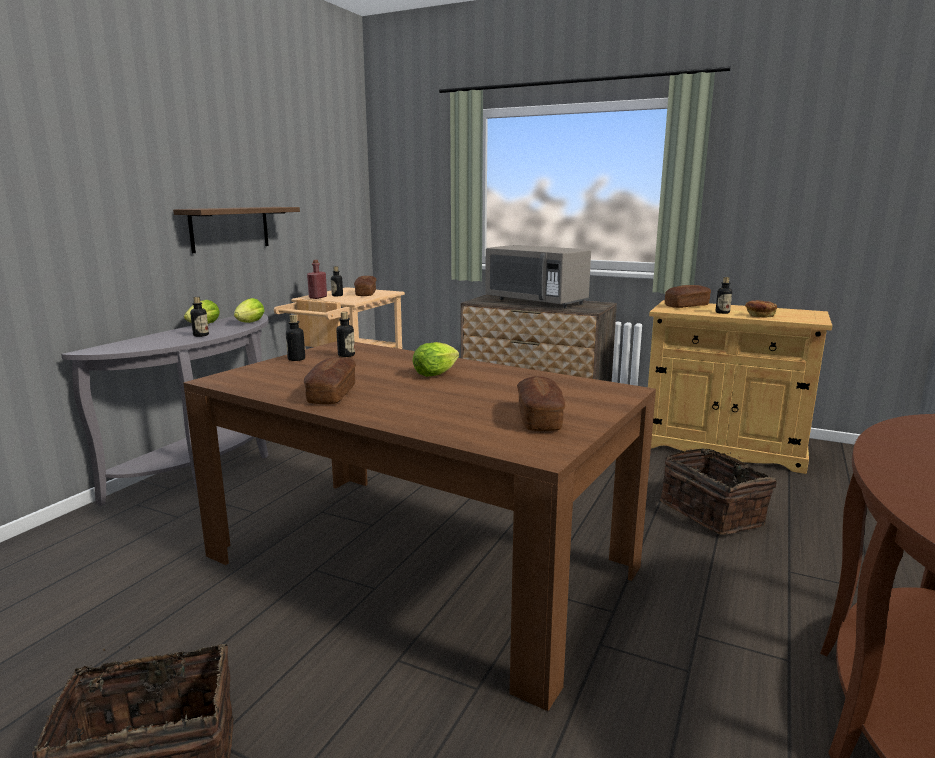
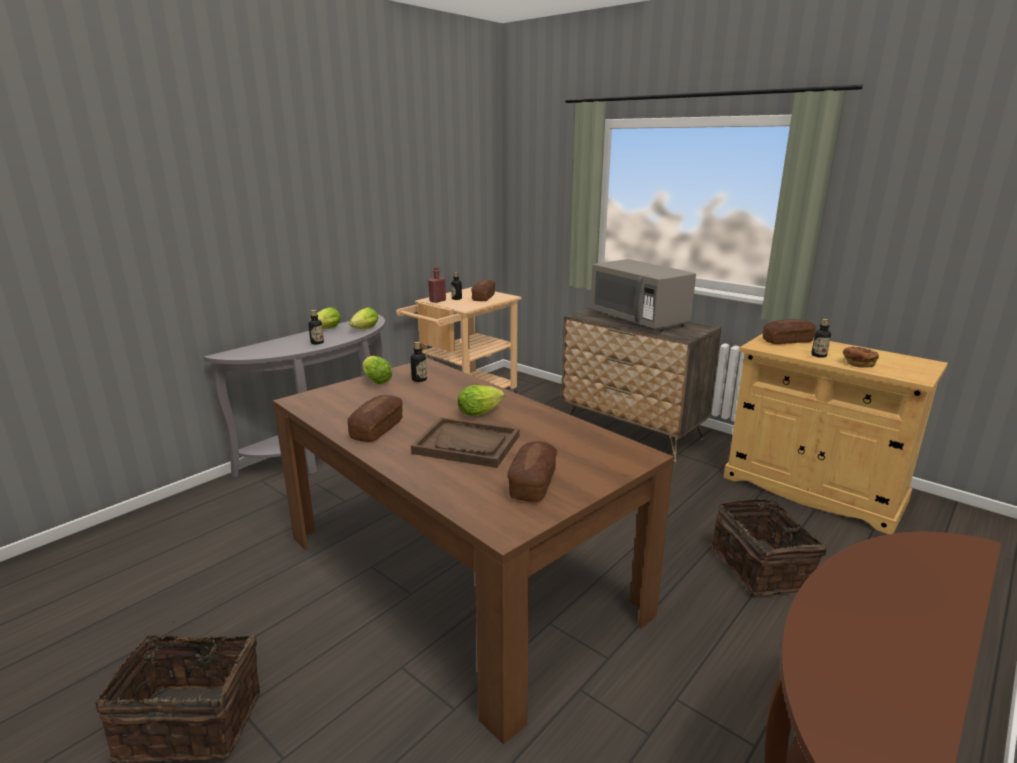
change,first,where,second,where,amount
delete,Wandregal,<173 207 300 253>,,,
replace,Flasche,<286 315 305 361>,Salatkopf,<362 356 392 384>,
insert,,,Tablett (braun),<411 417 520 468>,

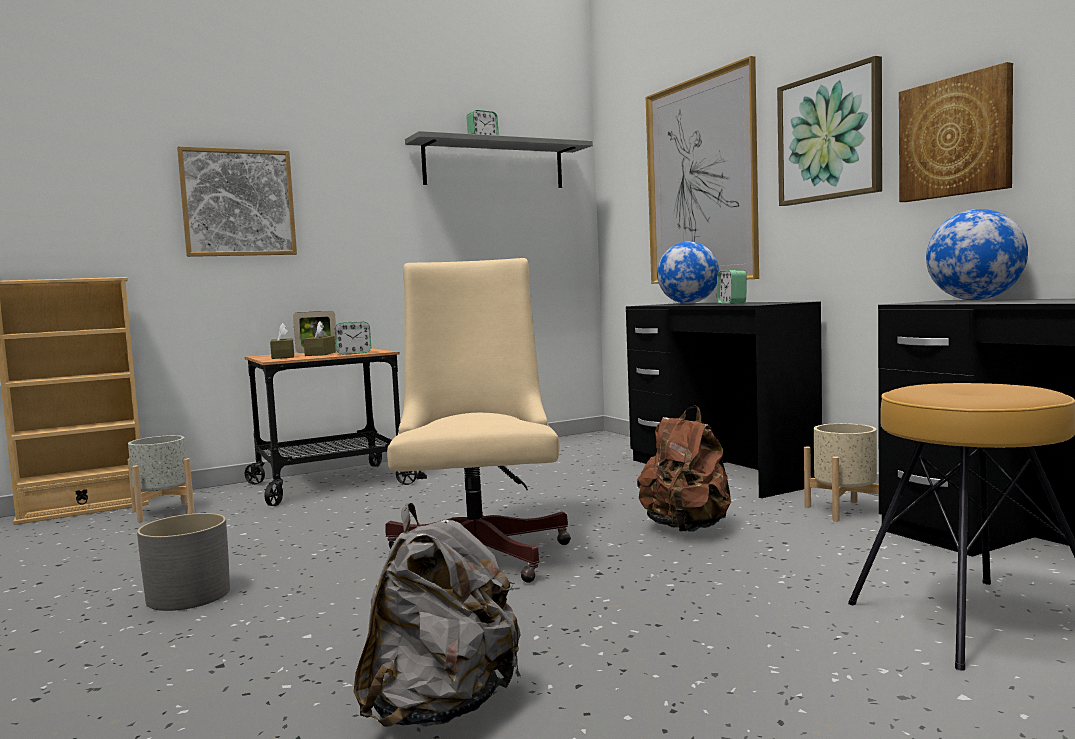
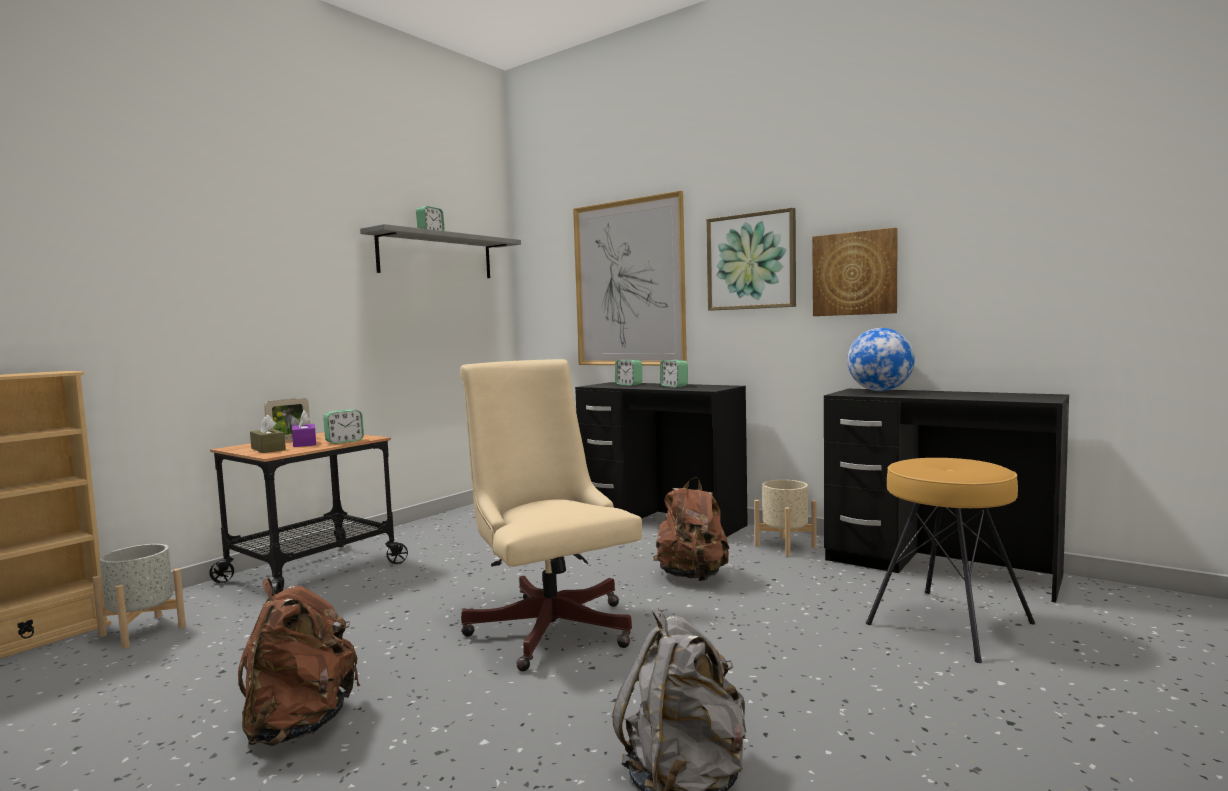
change,first,where,second,where,amount
replace,Pflanzkübel (grau),<137 513 230 611>,Rucksack (braun),<238 578 361 746>,
delete,Bild,<177 146 297 257>,,,
recolor,Taschentuchbox (braun),<304 321 336 356>,Taschentuchbox (lila),<292 411 316 447>,
replace,Globus,<657 242 719 304>,Wecker,<615 359 642 386>,

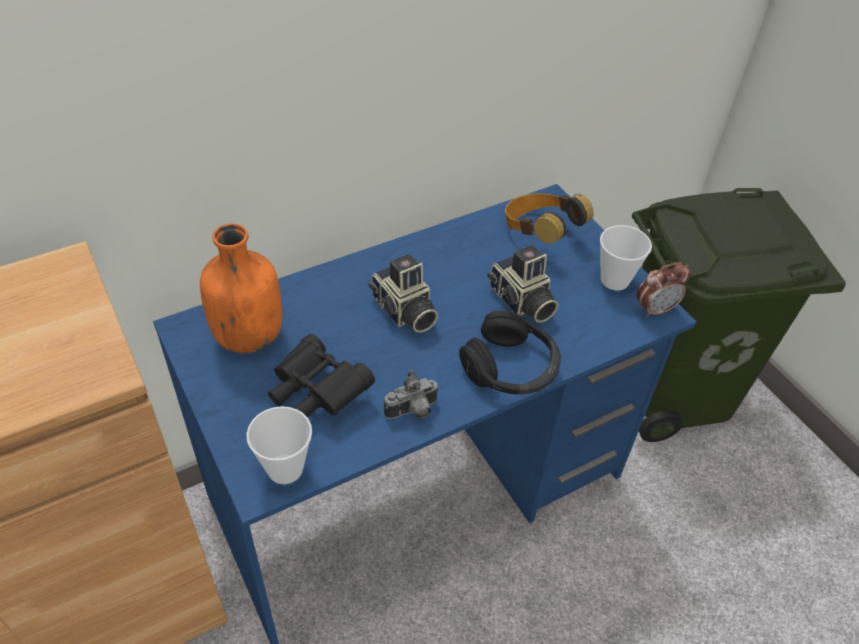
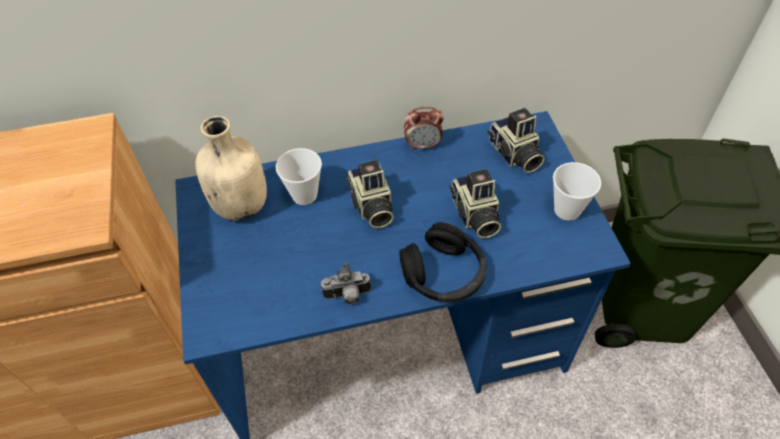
change,first,where,second,where,amount
recolor,Flasche (orange),<200 224 282 353>,Flasche (beige),<195 116 267 221>,
move,Tasse,<246 406 312 484>,,<276 148 322 205>,
delete,Fernglas (schwarz),<268 334 375 418>,,,
replace,Kopfhörer,<505 193 594 244>,Kamera,<487 108 545 173>,
move,Wecker,<637 262 690 318>,,<404 107 444 150>,

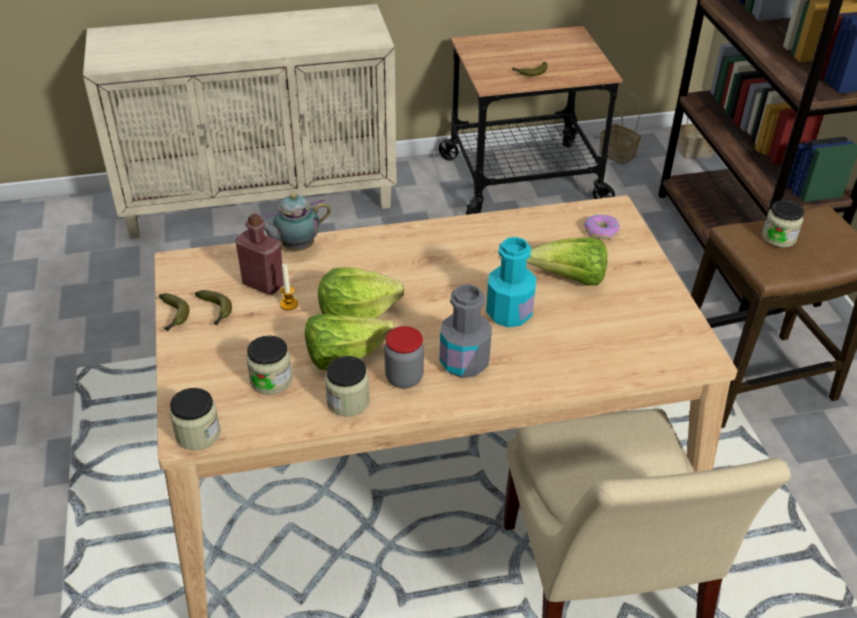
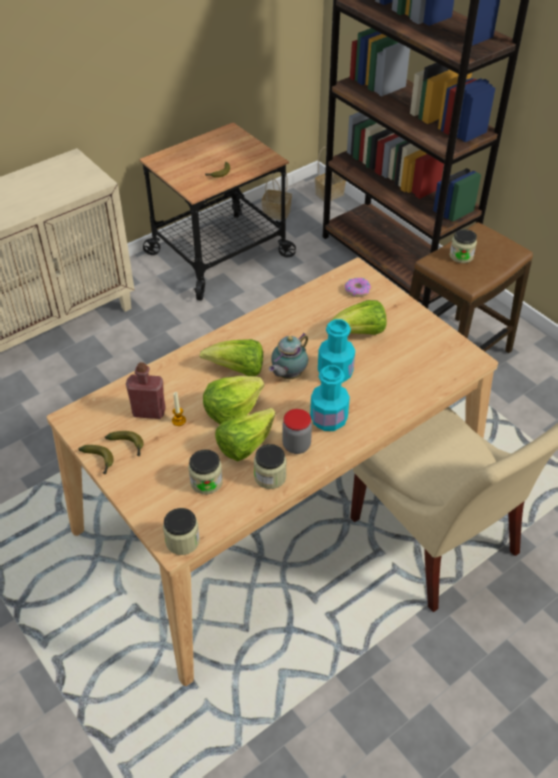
change,first,where,second,where,amount
move,Teekanne,<263 193 331 251>,,<269 333 308 379>,
recolor,Flasche (grau),<440 284 492 378>,Flasche (türkis),<310 365 350 431>,
insert,,,Salatkopf,<199 339 263 376>,

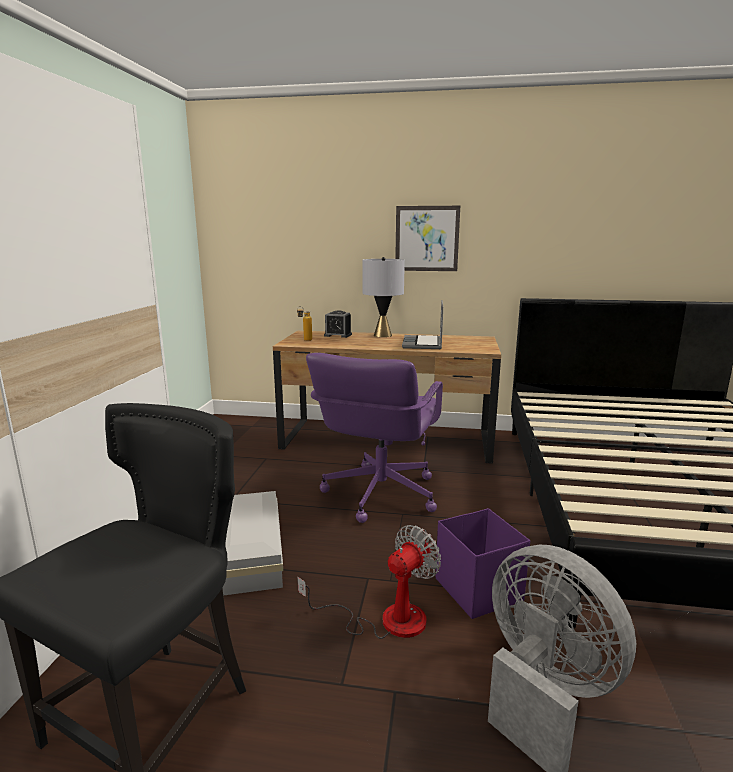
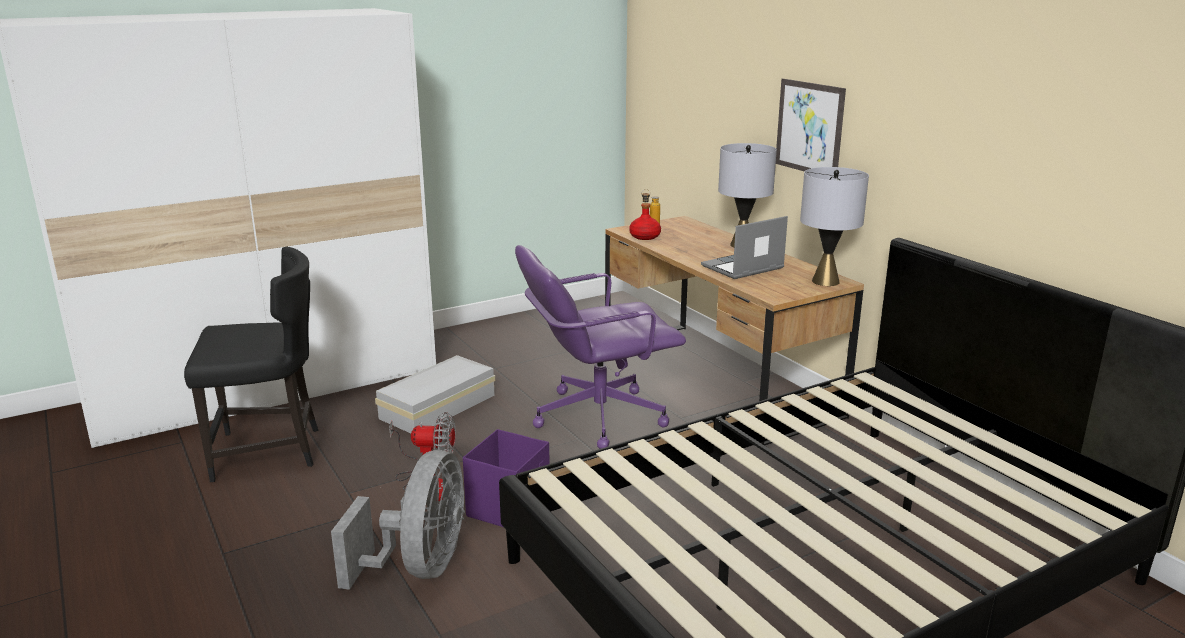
change,first,where,second,where,amount
delete,Wecker,<324 310 352 338>,,,
insert,,,Flasche (rot),<629 203 661 240>,
insert,,,Tischlampe (grau),<800 167 869 286>,

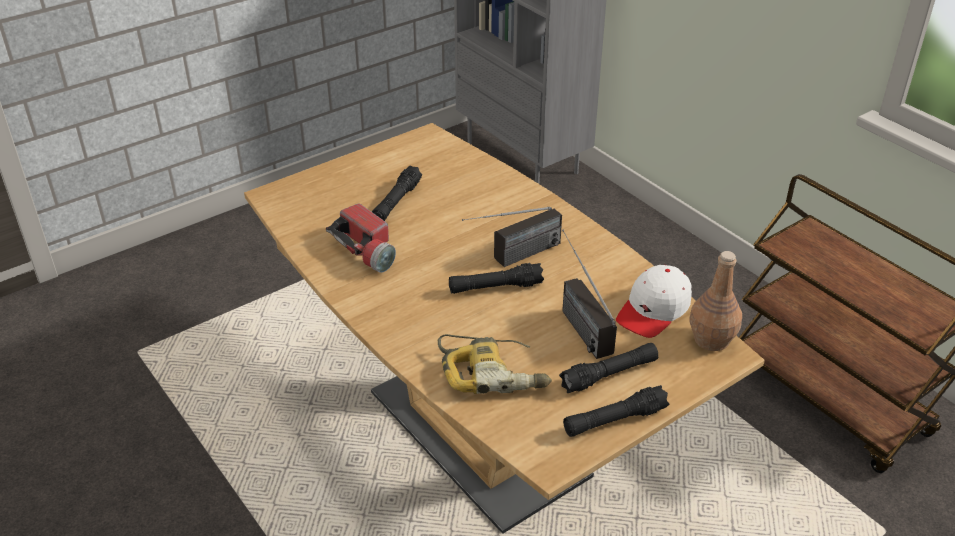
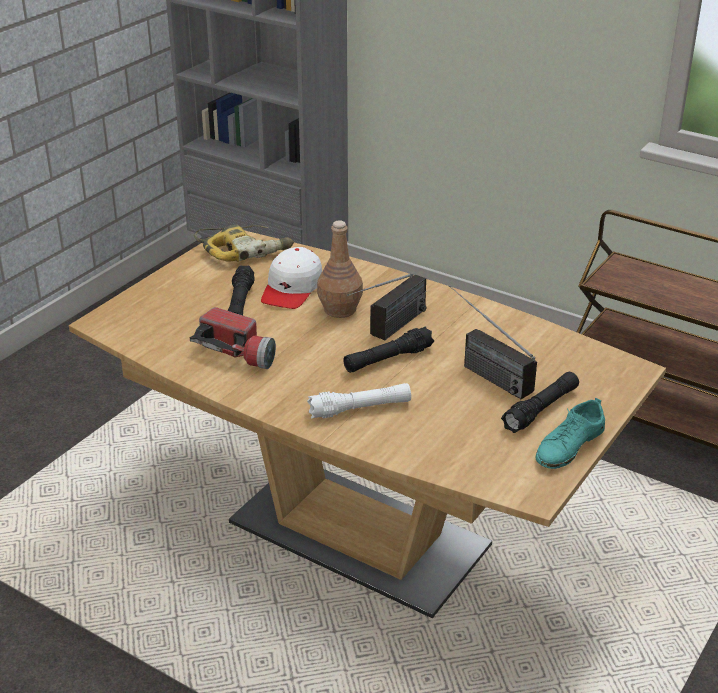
change,first,where,second,where,amount
move,Bohrmaschine,<438 334 552 394>,,<194 224 294 262>,
replace,Taschenlampe (schwarz),<563 385 669 437>,Schuh (türkis),<535 398 605 469>,
move,Kappe (weiß),<616 265 692 338>,,<261 247 322 309>,
move,Flasche (braun),<689 251 742 351>,,<317 220 363 318>,
insert,,,Taschenlampe (weiß),<307 383 411 419>,

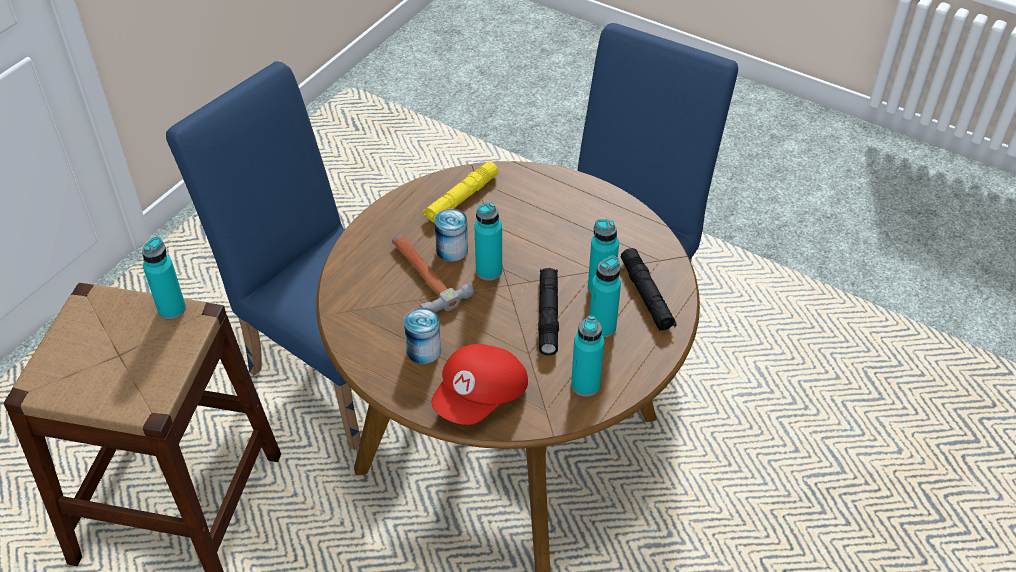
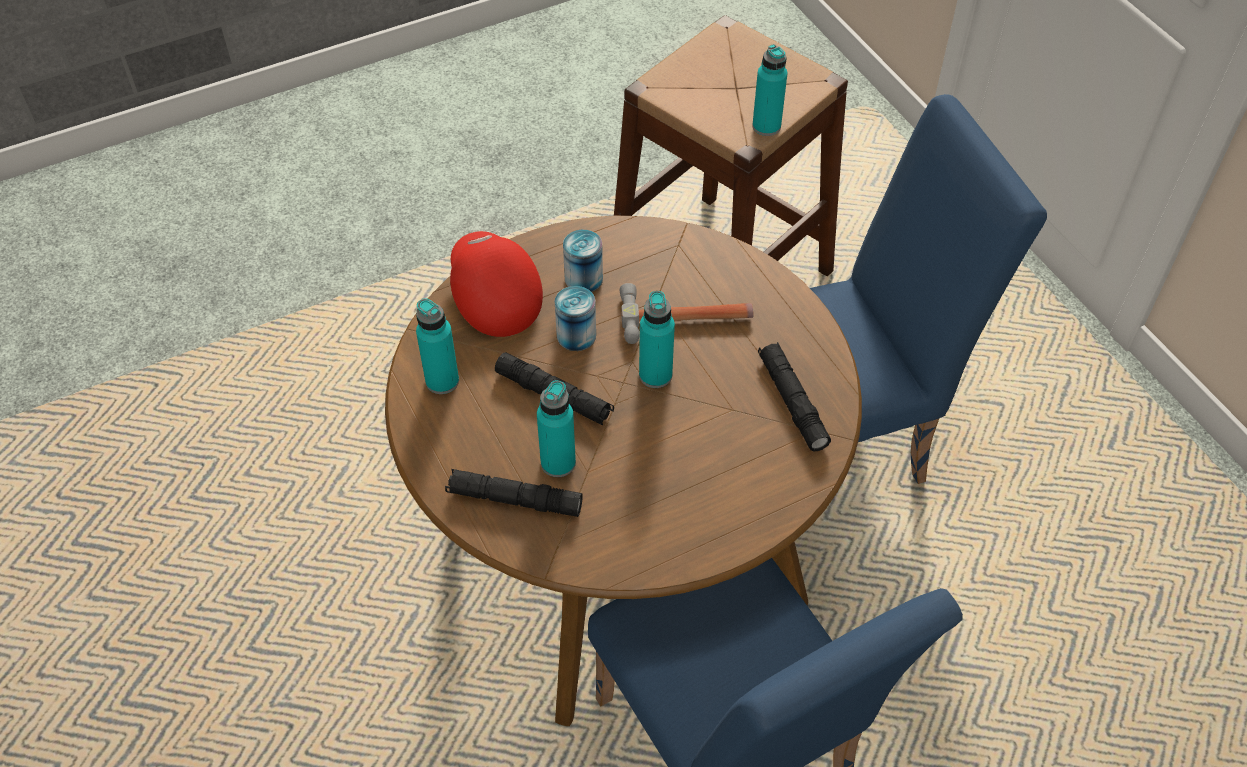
change,first,where,second,where,amount
recolor,Taschenlampe (gelb),<422 161 498 222>,Taschenlampe (schwarz),<758 342 831 451>,
move,Dose,<434 209 468 262>,,<555 286 596 351>,
delete,Flasche (türkis),<589 256 621 338>,,,

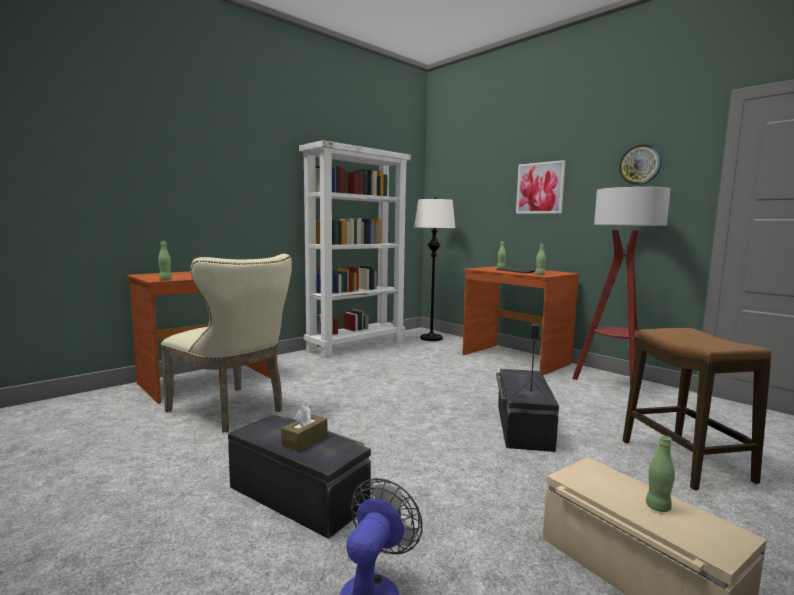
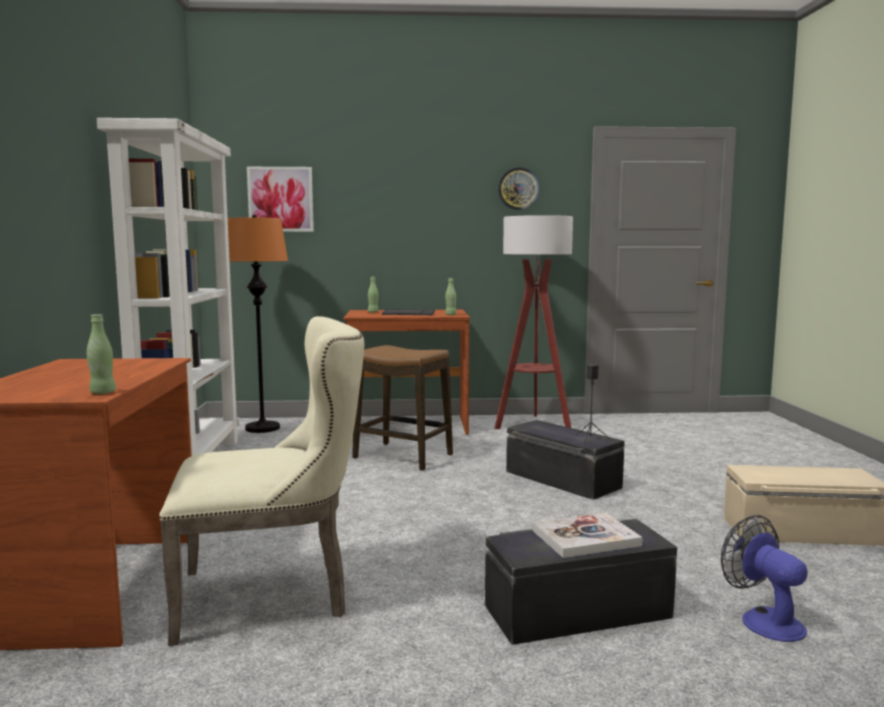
change,first,where,second,where,amount
replace,Taschentuchbox (braun),<281 405 327 452>,Buch,<533 513 643 558>,
recolor,Stehlampe (weiß),<414 197 455 341>,Stehlampe (orange),<228 215 288 433>,
move,Bild,<516 160 566 214>,,<247 167 314 232>,
move,Hocker,<623 328 771 490>,,<352 345 453 471>,
delete,Flasche (grün),<646 435 675 512>,,,

